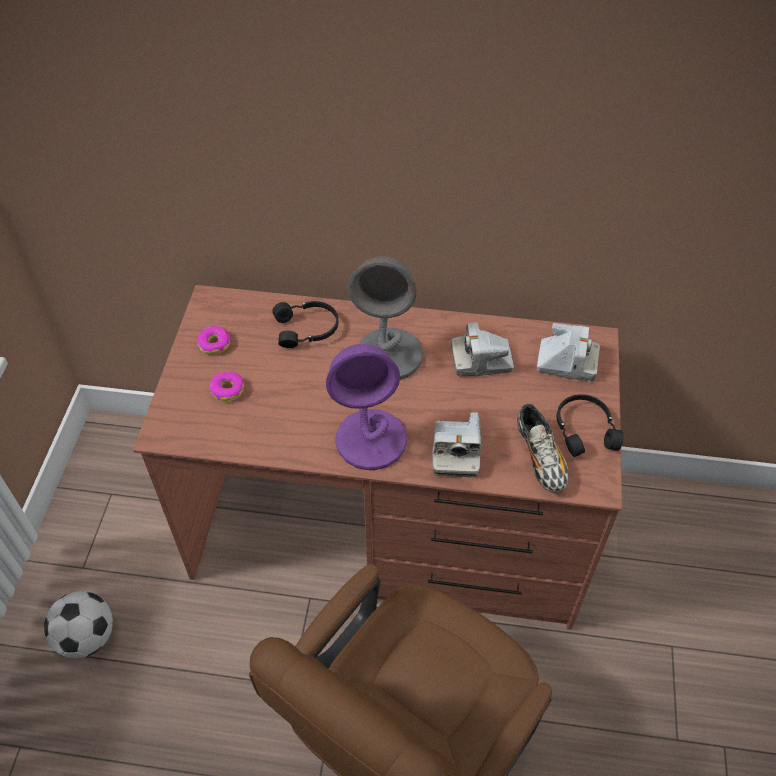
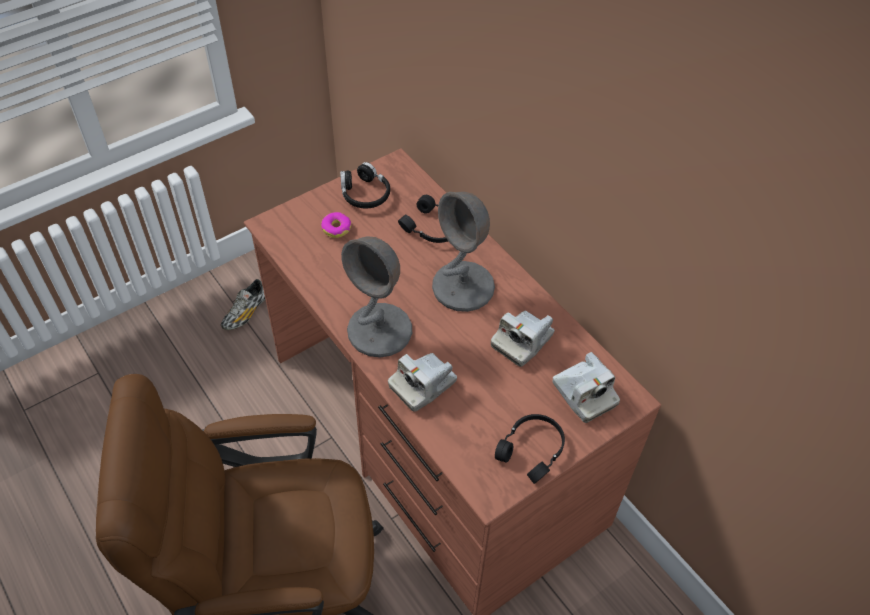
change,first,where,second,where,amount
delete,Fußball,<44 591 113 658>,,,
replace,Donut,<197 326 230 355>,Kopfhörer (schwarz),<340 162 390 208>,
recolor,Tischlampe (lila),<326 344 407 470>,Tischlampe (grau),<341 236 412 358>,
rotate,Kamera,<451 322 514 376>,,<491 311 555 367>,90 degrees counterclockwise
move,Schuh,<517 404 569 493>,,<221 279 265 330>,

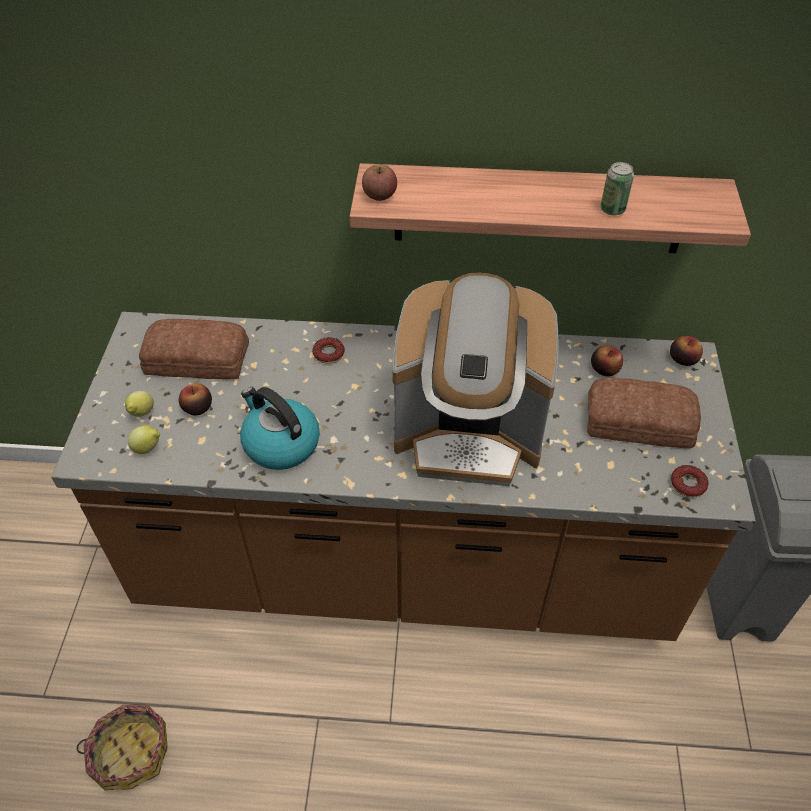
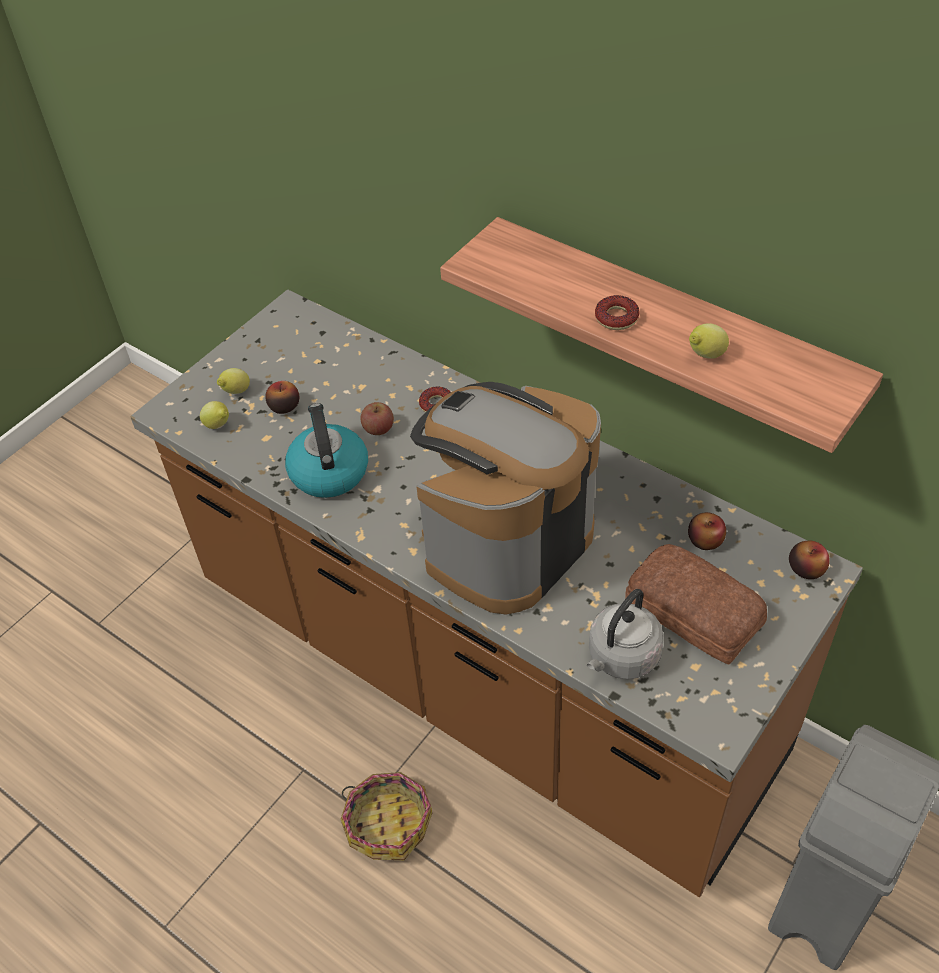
change,first,where,second,where,amount
move,Korb,<76 705 167 791>,,<340 772 432 860>,
delete,Brot,<139 319 249 379>,,,
move,Apfel,<362 165 397 201>,,<360 402 394 435>,
rotate,Kaffeemaschine,<392 273 559 486>,,<410 382 601 614>,90 degrees clockwise
replace,Dose,<600 162 634 215>,Zitrone,<689 323 729 359>,
move,Donut,<671 465 708 498>,,<595 295 640 330>,
insert,,,Wasserkessel (grau),<587 589 664 679>,

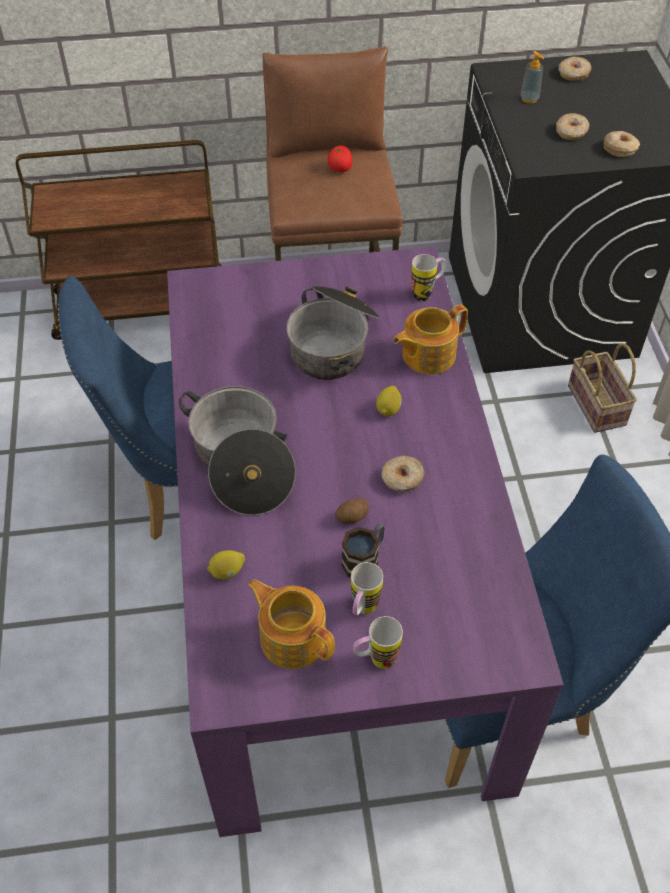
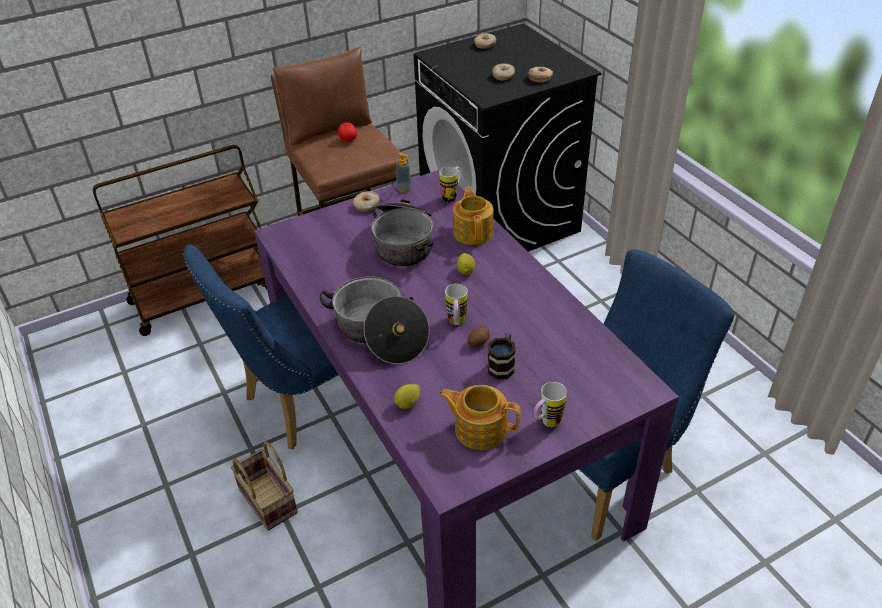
change,first,where,second,where,amount
move,Henkelbecher,<351 562 383 615>,,<445 284 467 325>,
move,Donut,<381 456 425 492>,,<353 191 380 212>,
rotate,Teekanne,<393 305 468 374>,,<453 187 493 245>,135 degrees clockwise
move,Seifenspender,<520 51 544 104>,,<396 153 412 193>,
move,Korb,<568 343 637 433>,,<231 441 298 531>,

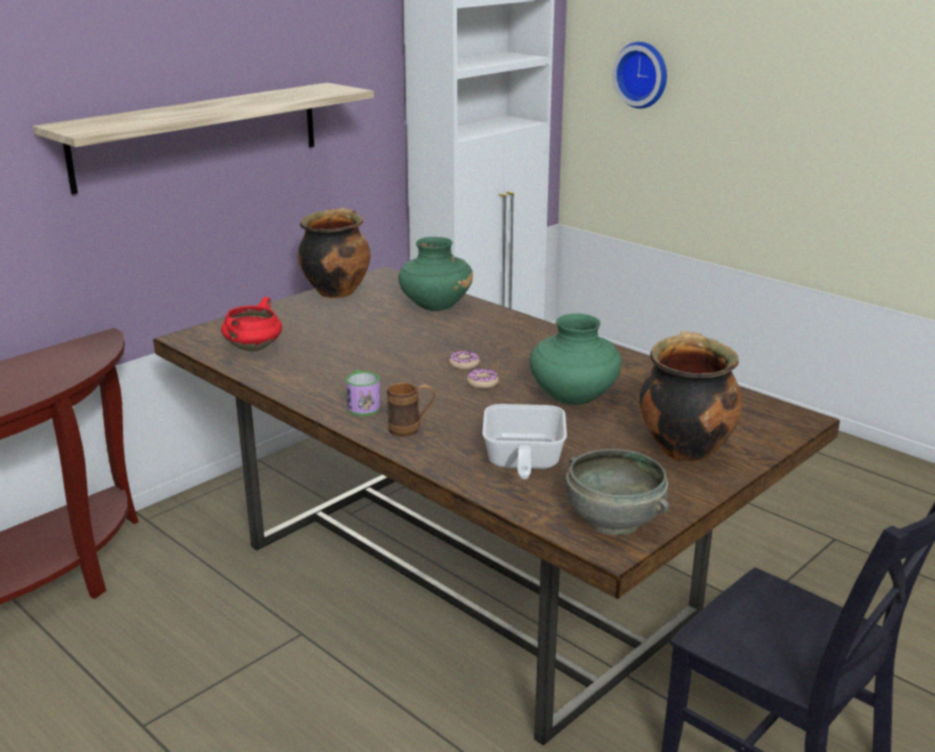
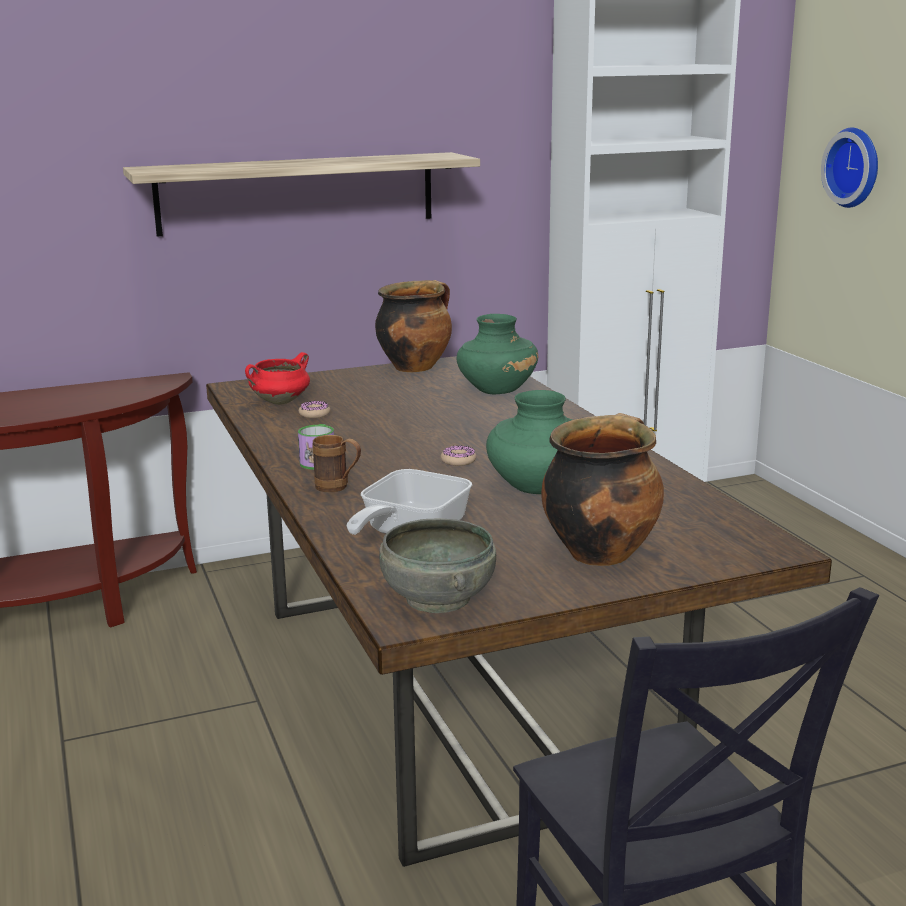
change,first,where,second,where,amount
move,Donut,<449 350 480 370>,,<299 401 330 418>,

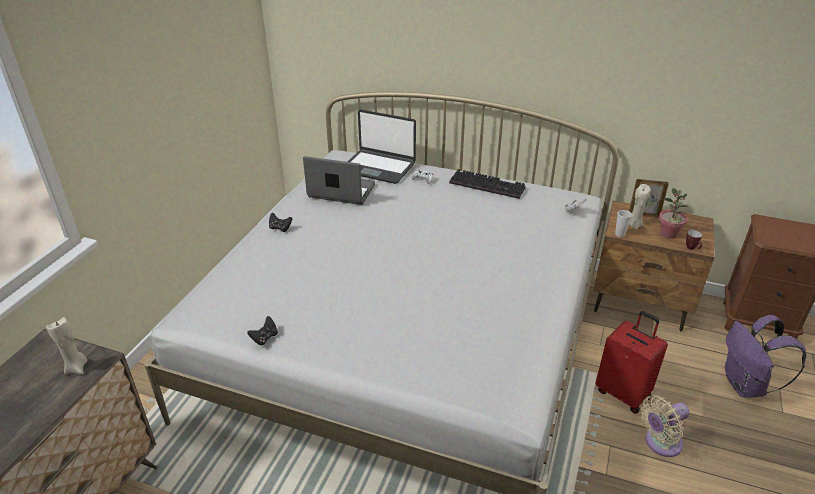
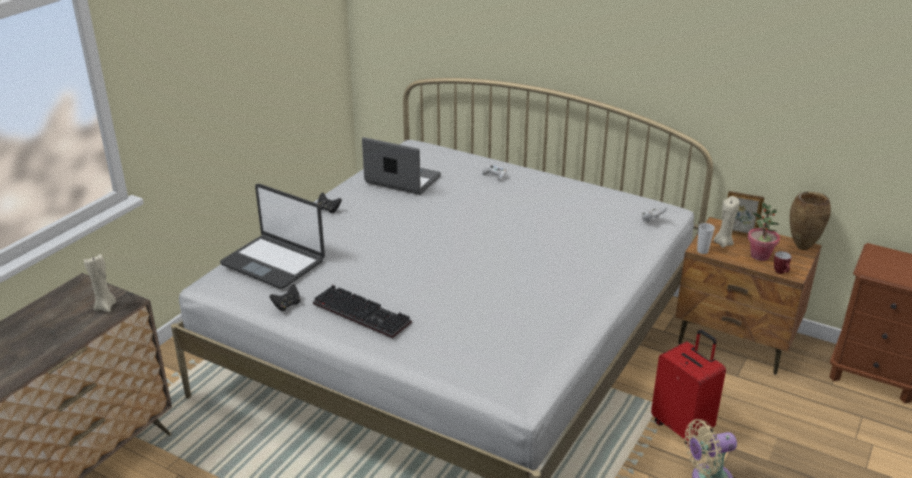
change,first,where,second,where,amount
move,Laptop,<348 110 416 184>,,<220 184 325 289>,
move,Tastatur,<449 169 526 199>,,<313 285 412 339>,
delete,Rucksack (lila),<725 315 807 398>,,,
insert,,,Vase (braun),<790 192 831 250>,

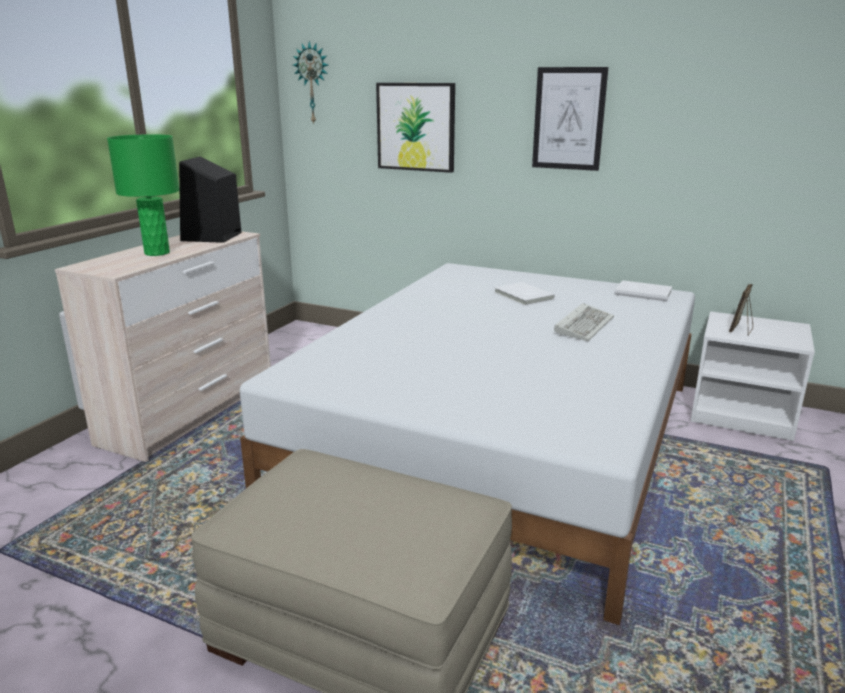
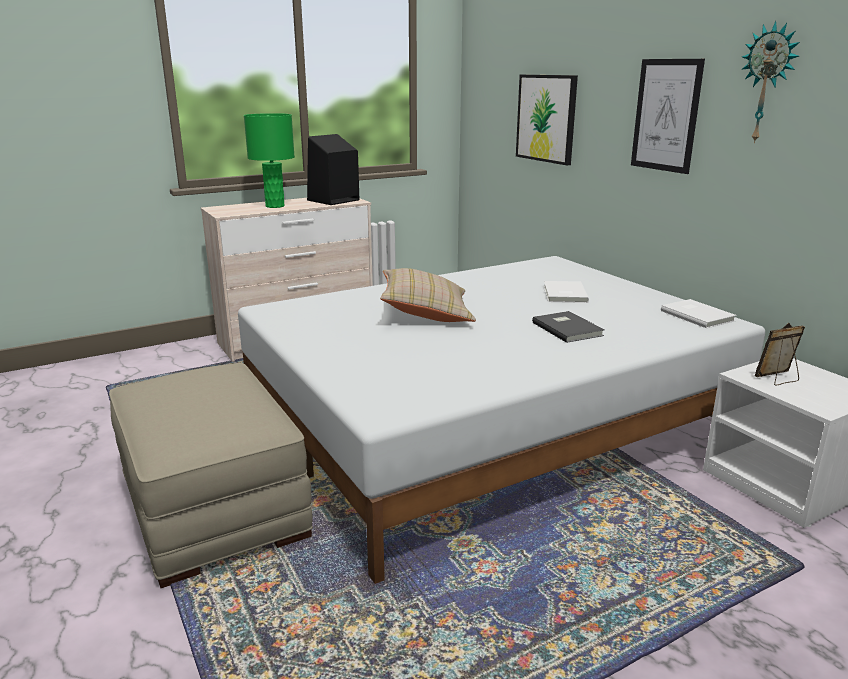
change,first,where,second,where,amount
move,Wanduhr,<293 41 328 125>,,<741 21 800 144>,
replace,Tastatur,<554 303 614 341>,Buch (grau),<532 311 604 343>,
insert,,,Kissen (beige),<380 268 476 322>,

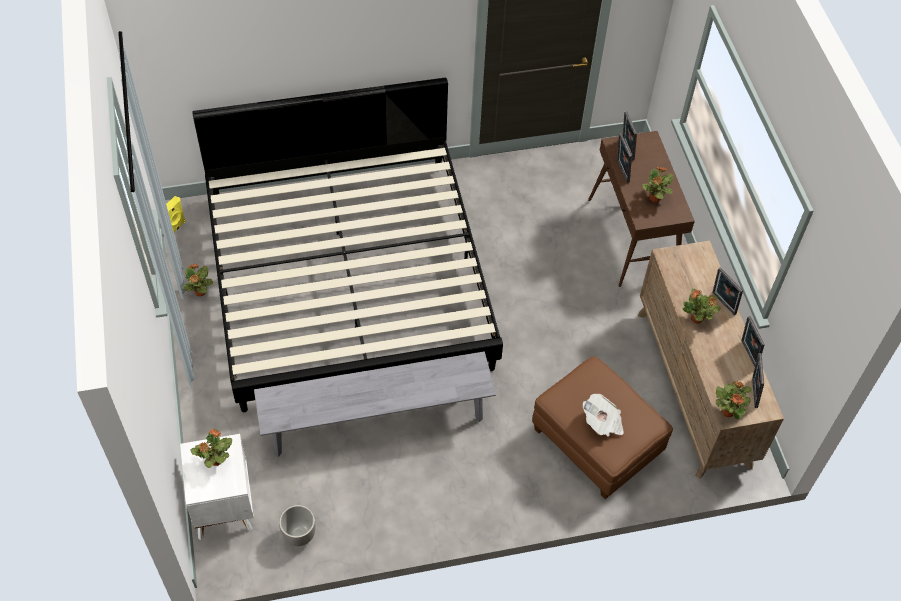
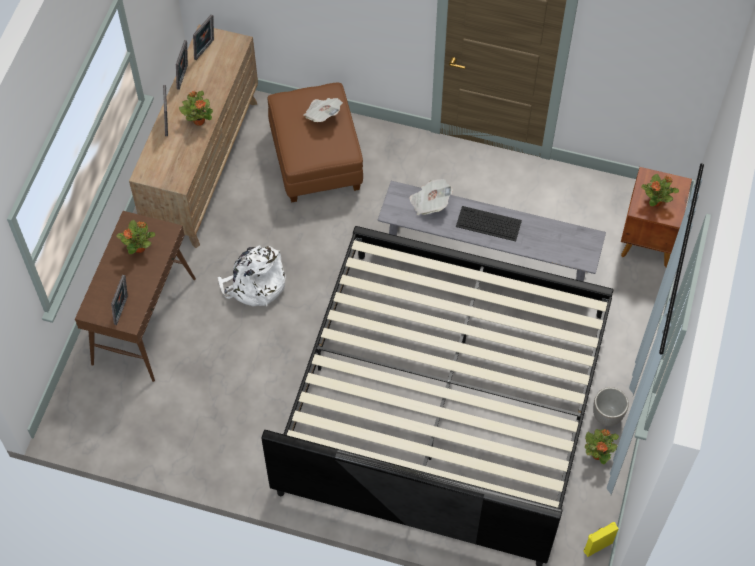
change,first,where,second,where,amount
recolor,Nachttisch (weiß),<180 434 254 540>,Nachttisch (braun),<621 167 692 267>,
move,Pflanzkübel,<279 505 316 546>,,<593 387 629 426>,
delete,Bilderrahmen,<617 133 632 183>,,,
delete,Topfpflanze,<716 381 752 420>,,,
insert,,,Rucksack (weiß),<218 245 286 307>,
insert,,,Zeitung,<409 179 453 215>,
insert,,,Tastatur,<456 206 522 241>,

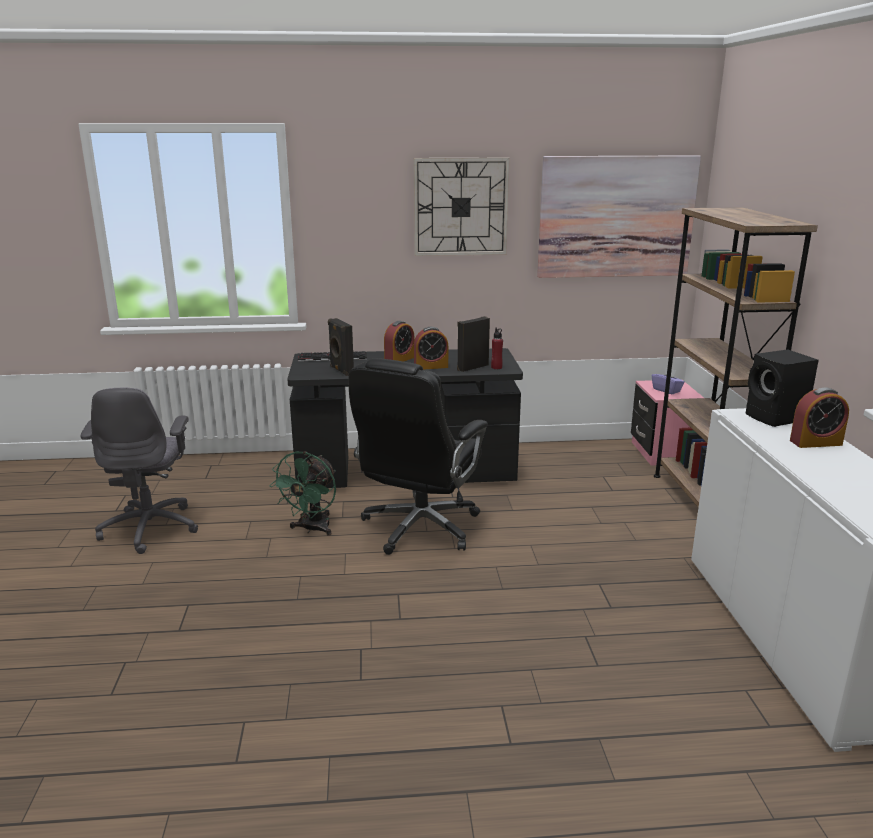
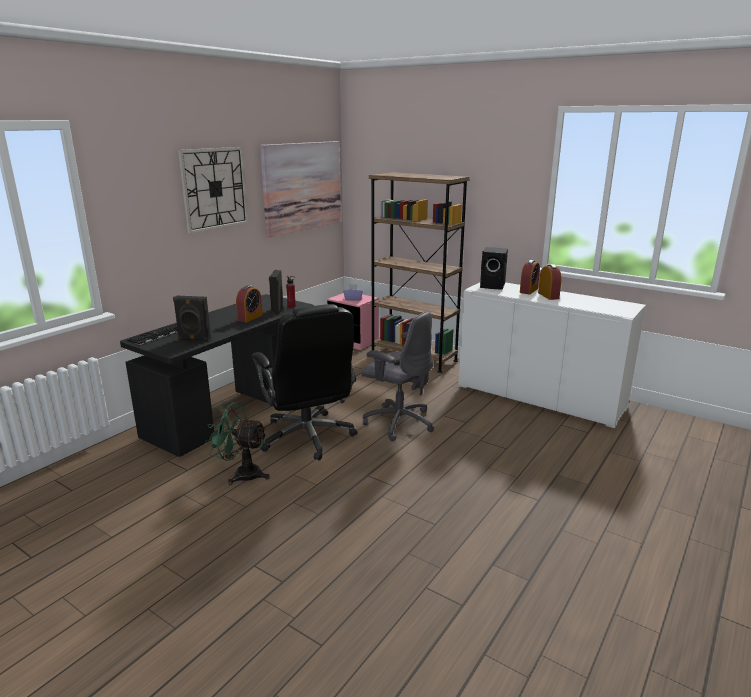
change,first,where,second,where,amount
move,Bürostuhl (grau),<81 388 198 554>,,<362 311 434 441>,
rotate,Ventilator (grün),<269 451 336 536>,,<205 401 270 485>,135 degrees clockwise
move,Wecker,<384 321 414 362>,,<538 264 562 300>,

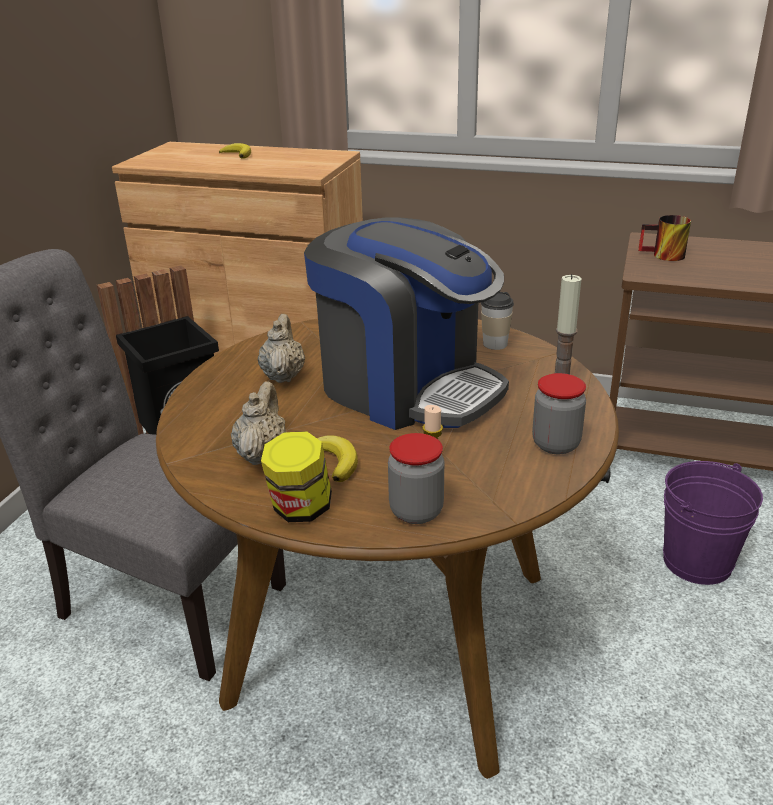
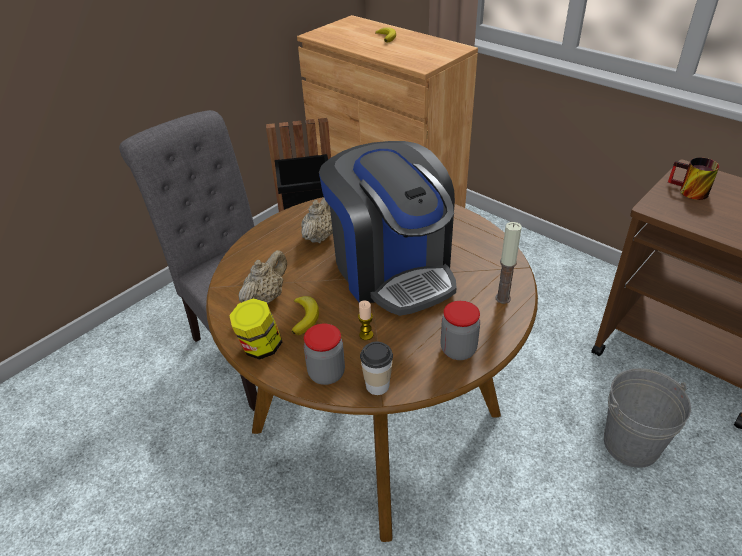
change,first,where,second,where,amount
move,Tasse,<481 292 514 350>,,<360 342 393 395>,
recolor,Eimer (lila),<663 461 763 585>,Eimer (grau),<604 368 691 468>,

